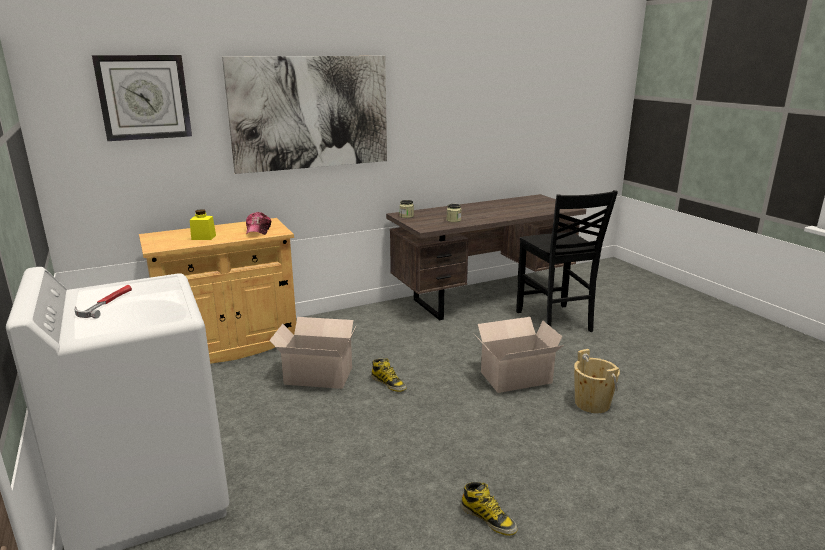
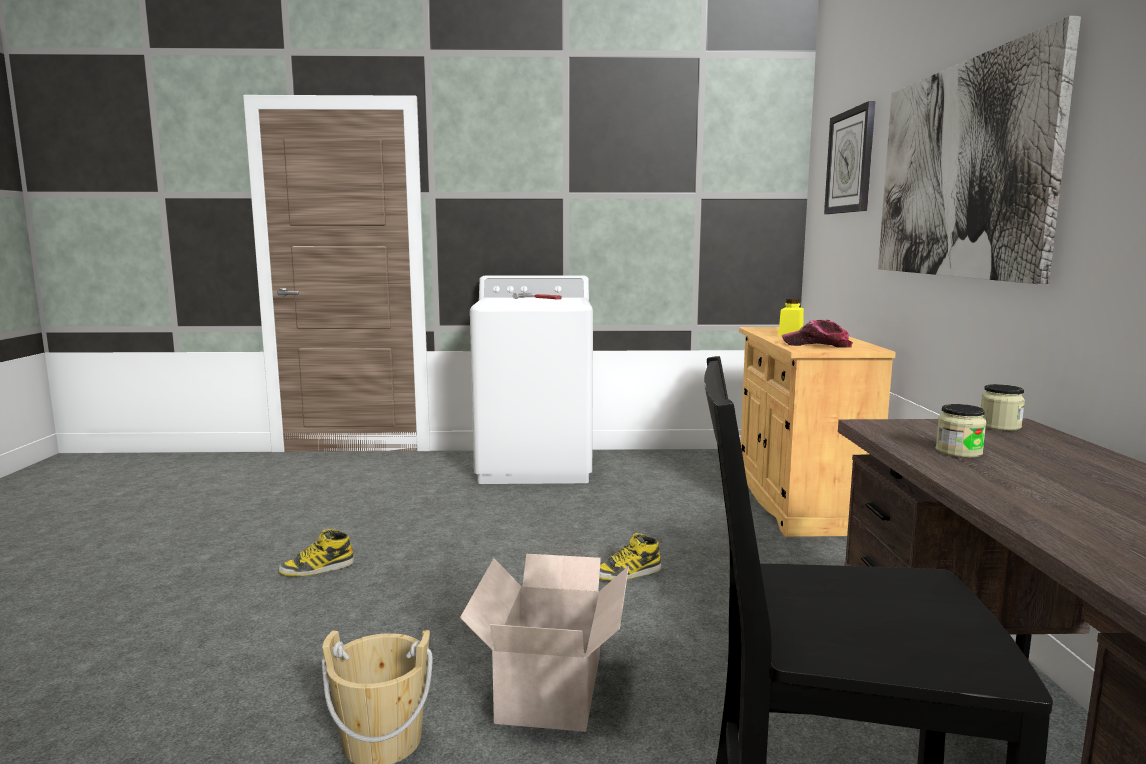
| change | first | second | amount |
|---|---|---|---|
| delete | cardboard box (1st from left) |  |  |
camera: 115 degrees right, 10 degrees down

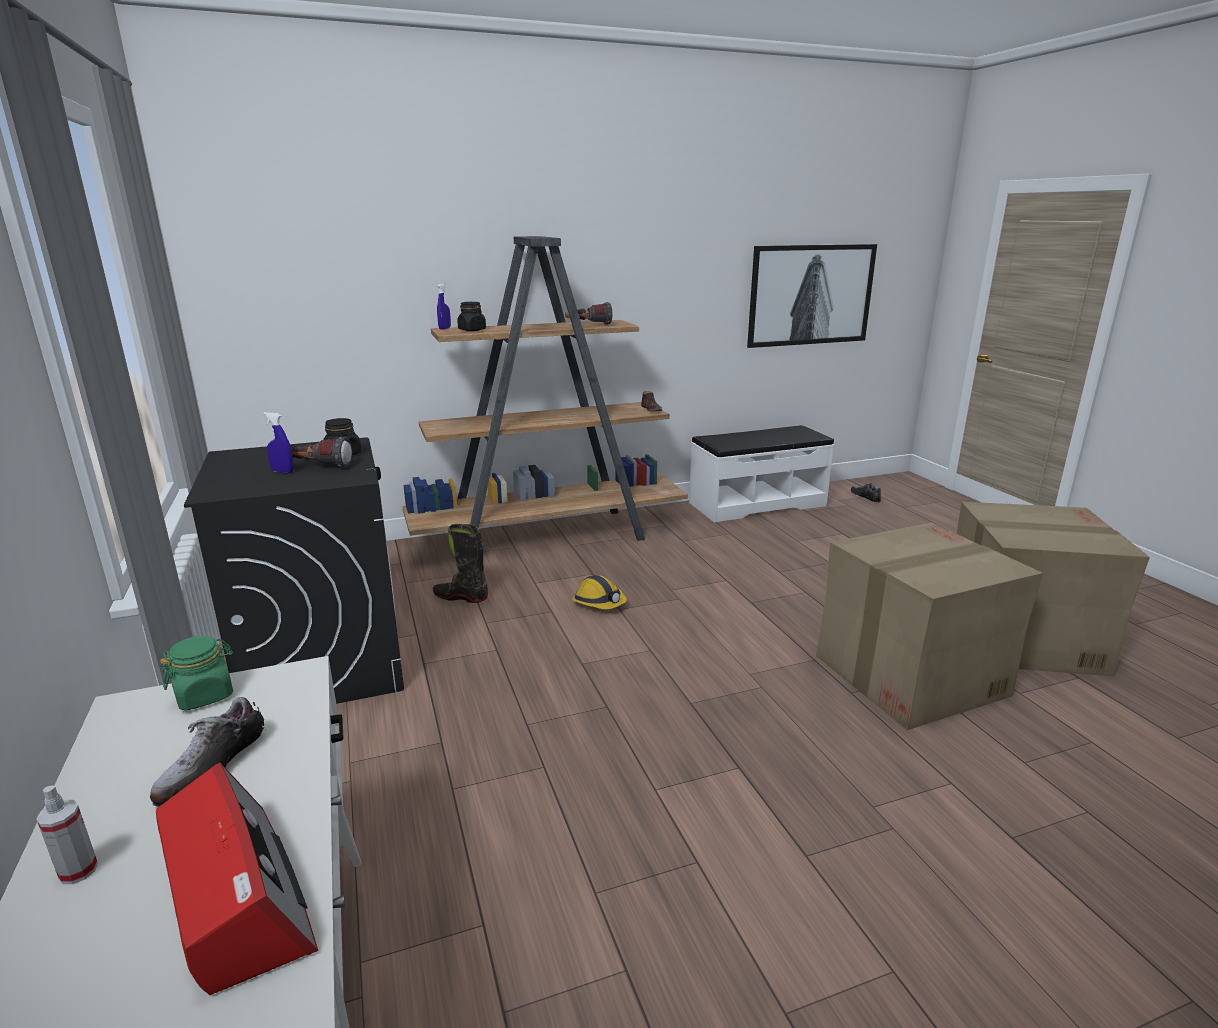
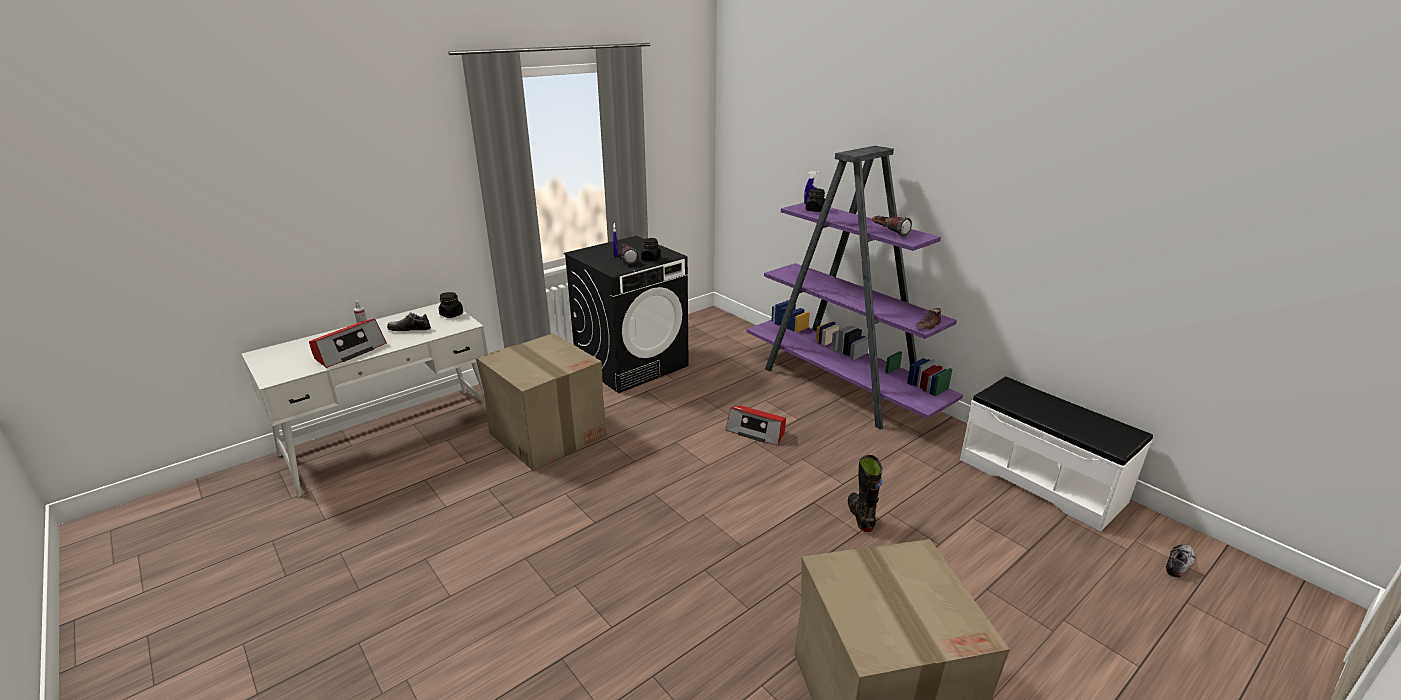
| change | first | second | amount |
|---|---|---|---|
| recolor | jar/green | jar/black (1st from left) |  |
| recolor | bookcase/brown | bookcase/purple |  |
| move | boot/black |  |  |
| replace | hard hat | radio (2nd from left) |  |
| delete | picture |  |  |
| move | cardboard box (1st from left) |  |  |
camera: 70 degrees right, 5 degrees up

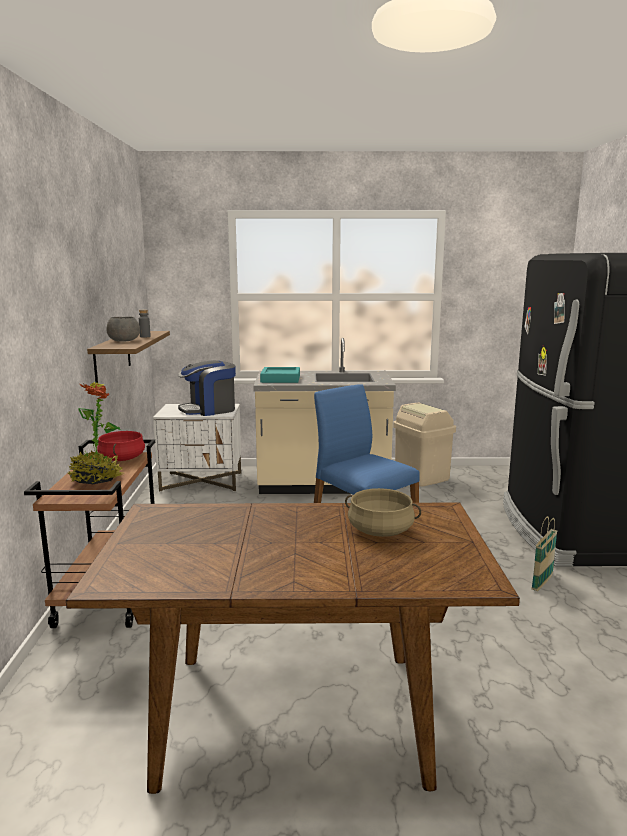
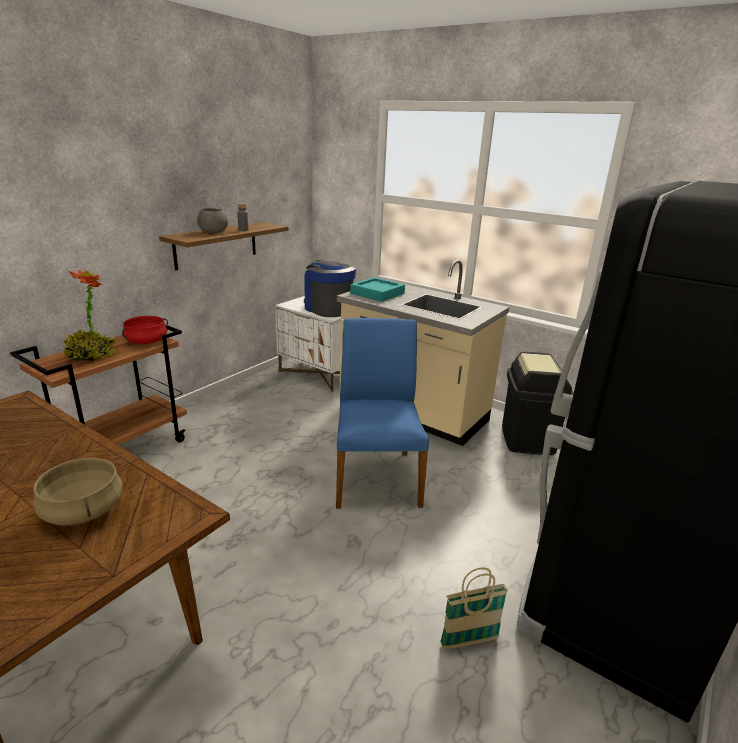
| change | first | second | amount |
|---|---|---|---|
| rotate | coffee machine |  | 45 degrees clockwise |
| recolor | trash can/beige | trash can/black |  |
camera: 35 degrees right, 10 degrees up

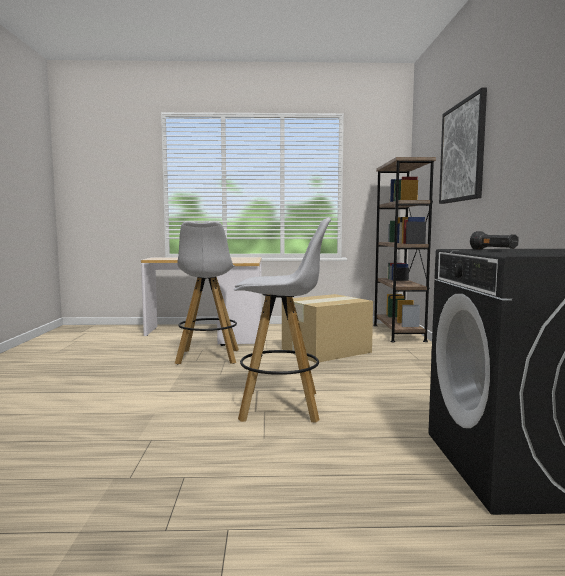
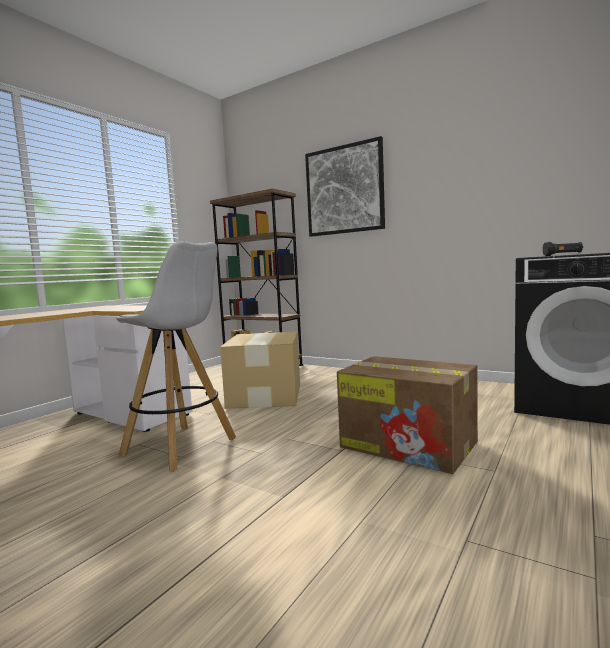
| change | first | second | amount |
|---|---|---|---|
| replace | stool/white (2nd from left) | cardboard box (2nd from left) |  |
camera: 55 degrees left, 0 degrees up

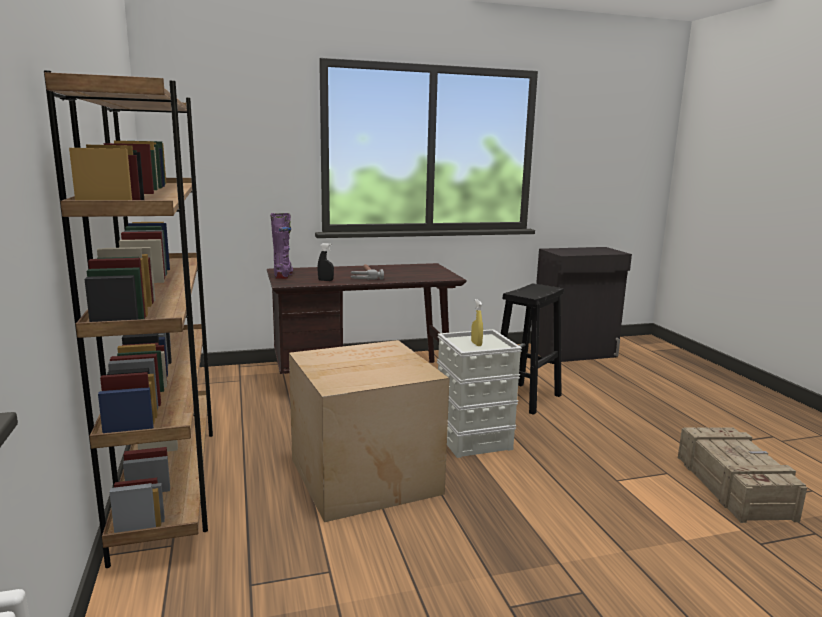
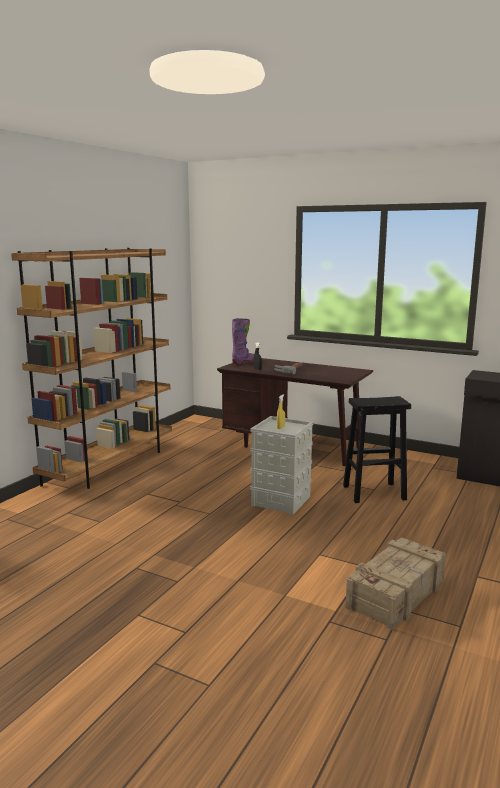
| change | first | second | amount |
|---|---|---|---|
| delete | cardboard box |  |  |
camera: 45 degrees right, 0 degrees up

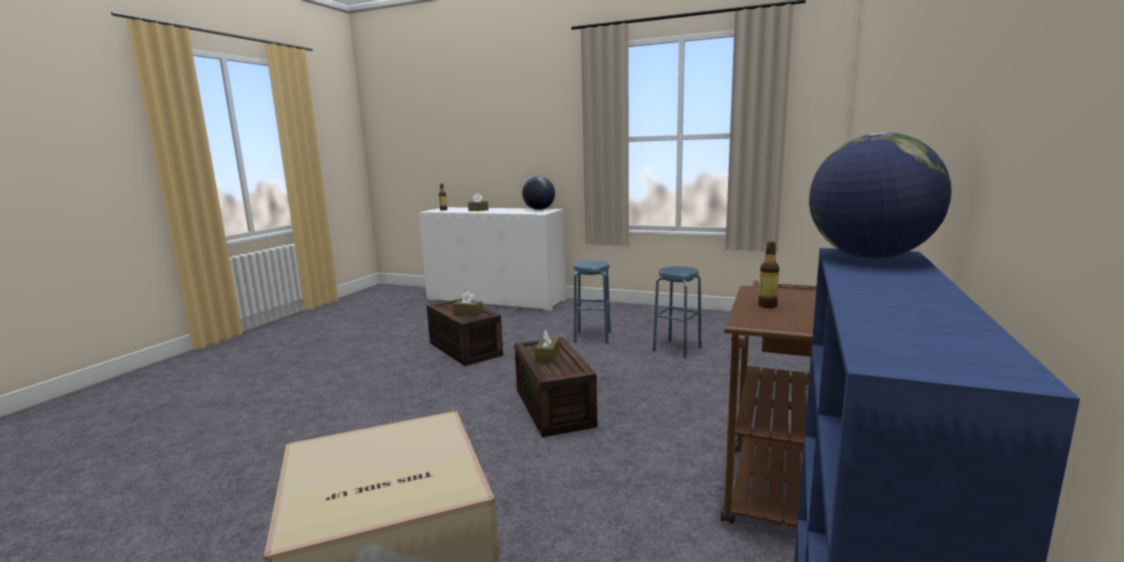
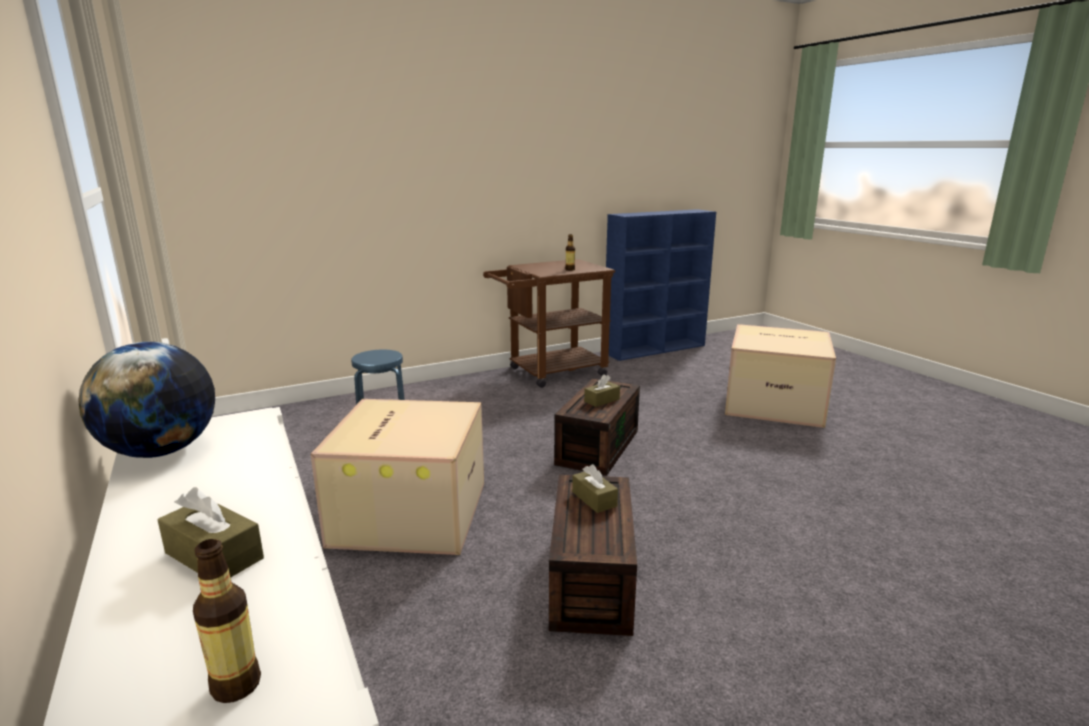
| change | first | second | amount |
|---|---|---|---|
| replace | stool/blue (1st from left) | cardboard box (1st from left) |  |
| delete | globe (2nd from left) |  |  |
camera: 140 degrees left, 5 degrees up

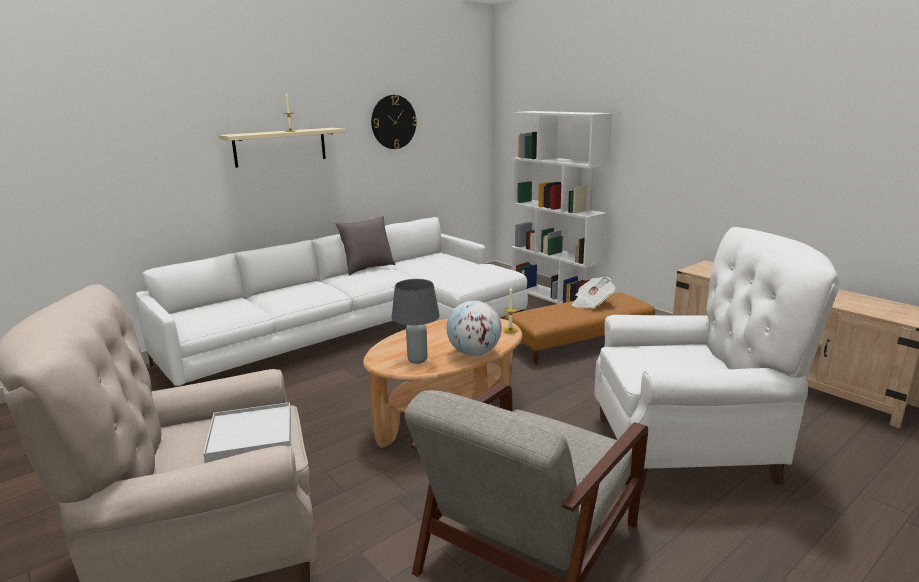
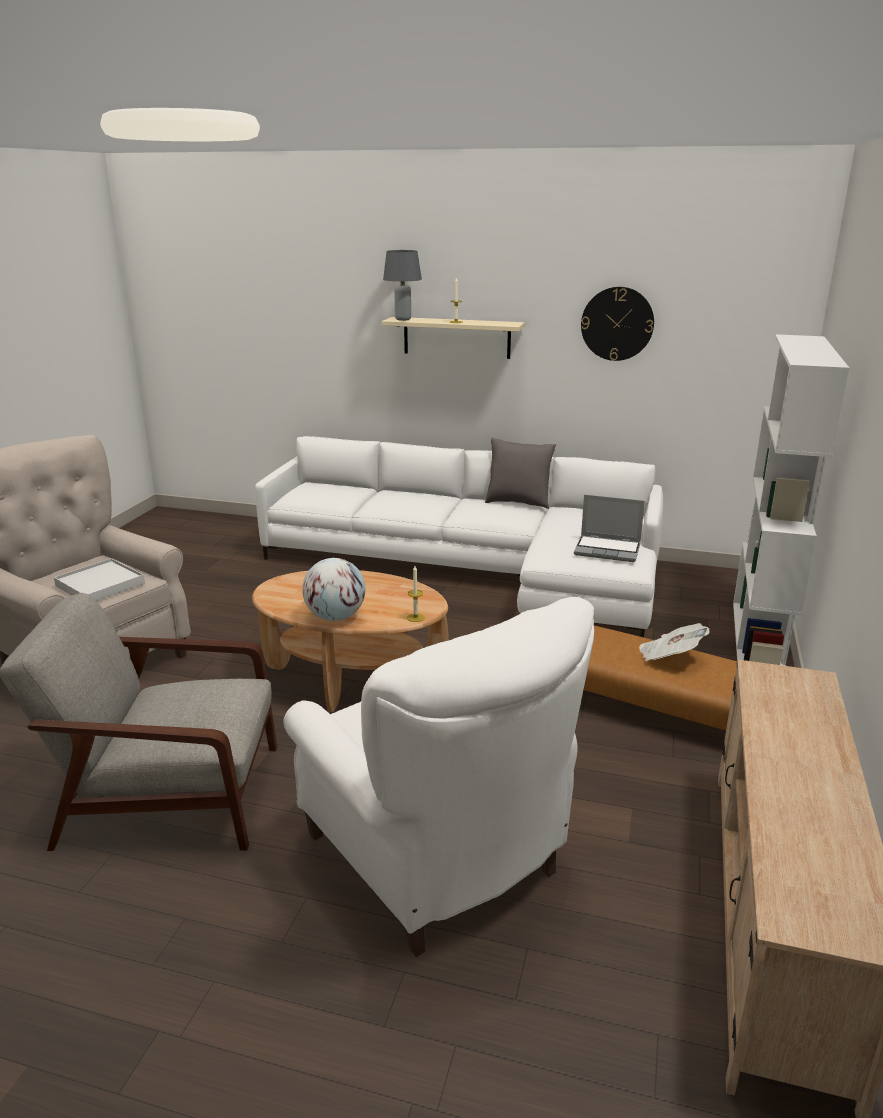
| change | first | second | amount |
|---|---|---|---|
| move | table lamp/grey |  |  |
| insert |  | laptop |  |
camera: 55 degrees right, 5 degrees up

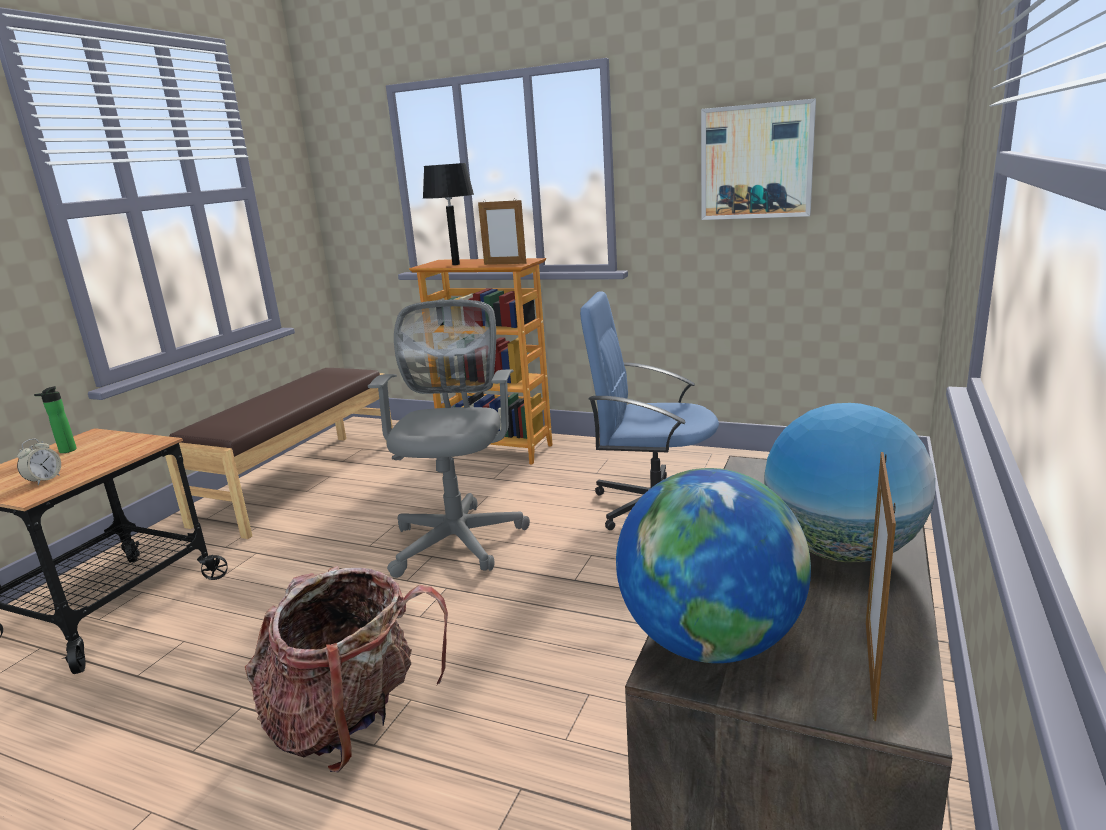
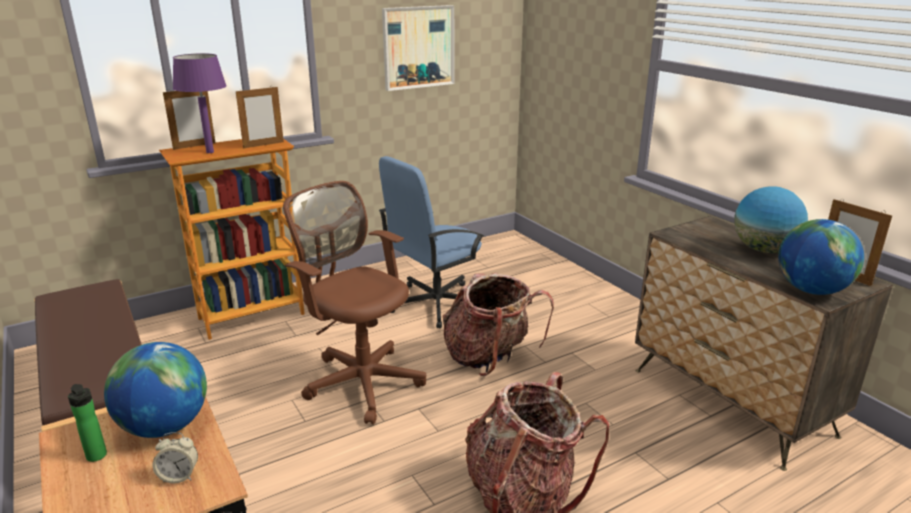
| change | first | second | amount |
|---|---|---|---|
| rotate | alarm clock |  | 120 degrees clockwise |
| recolor | office chair/grey | office chair/brown |  |
| recolor | table lamp/black | table lamp/purple |  |
| insert |  | globe (1st from left) |  |
| insert |  | picture frame (1st from left) |  |
| insert |  | backpack (1st from left) |  |
camera: 55 degrees left, 5 degrees up

